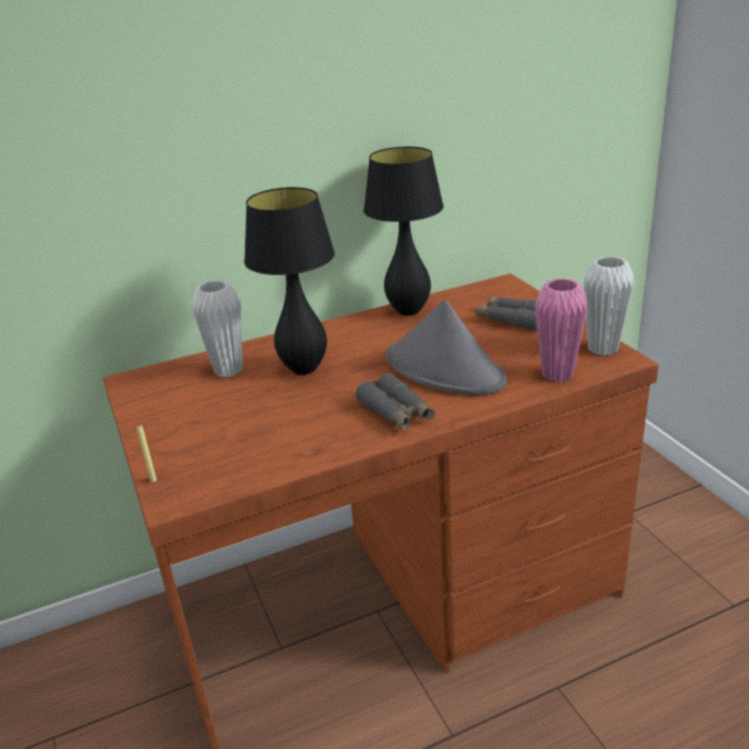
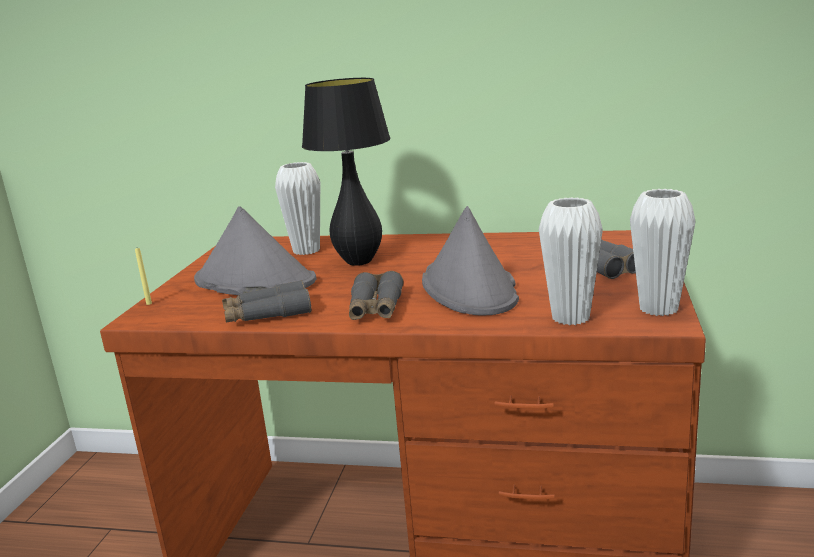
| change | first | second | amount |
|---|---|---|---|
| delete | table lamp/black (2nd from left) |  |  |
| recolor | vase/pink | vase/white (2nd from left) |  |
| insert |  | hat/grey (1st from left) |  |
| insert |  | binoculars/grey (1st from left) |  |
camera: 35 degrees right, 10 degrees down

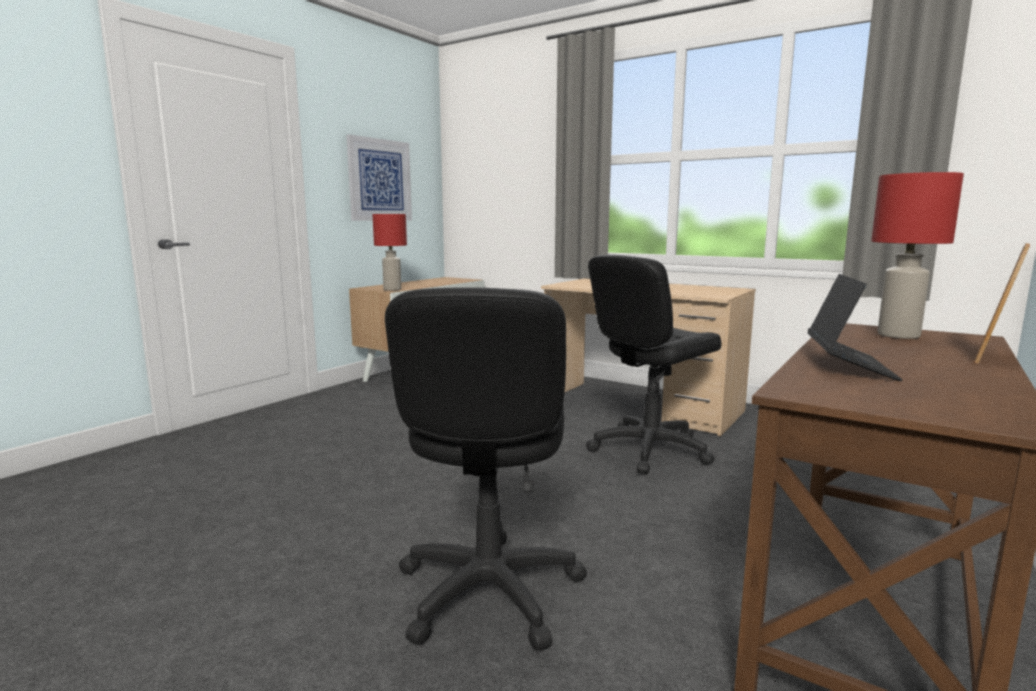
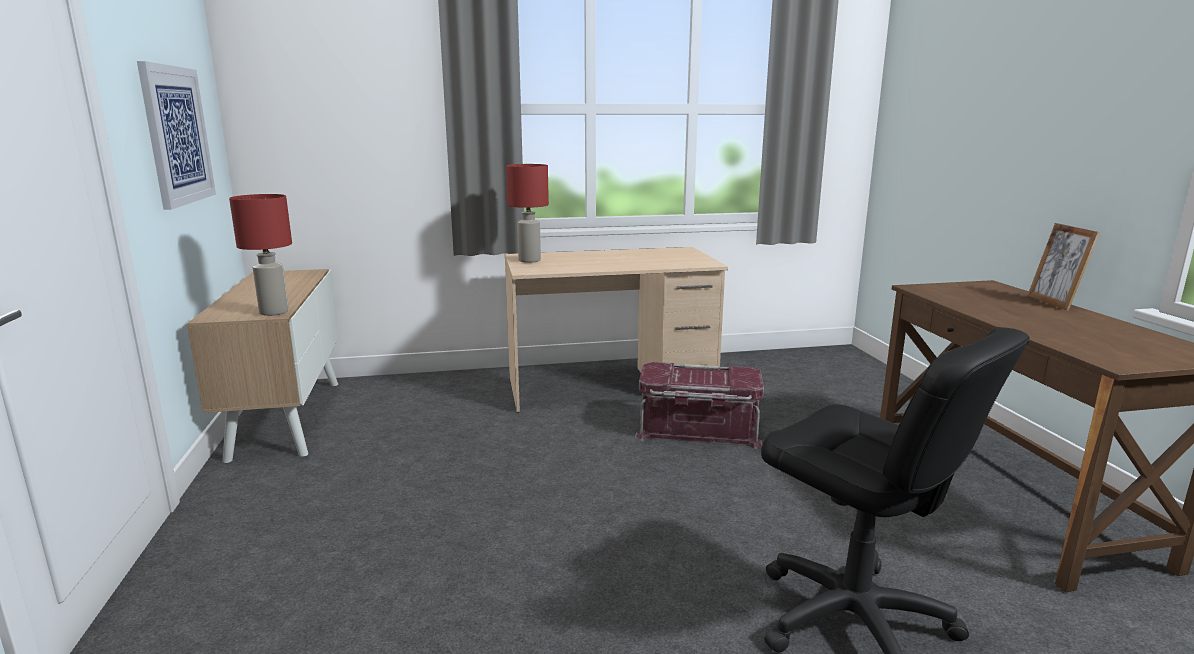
| change | first | second | amount |
|---|---|---|---|
| replace | office chair/black (2nd from left) | storage box/red |  |
| delete | laptop |  |  |
| move | table lamp/red (2nd from left) |  |  |
camera: 45 degrees left, 5 degrees up

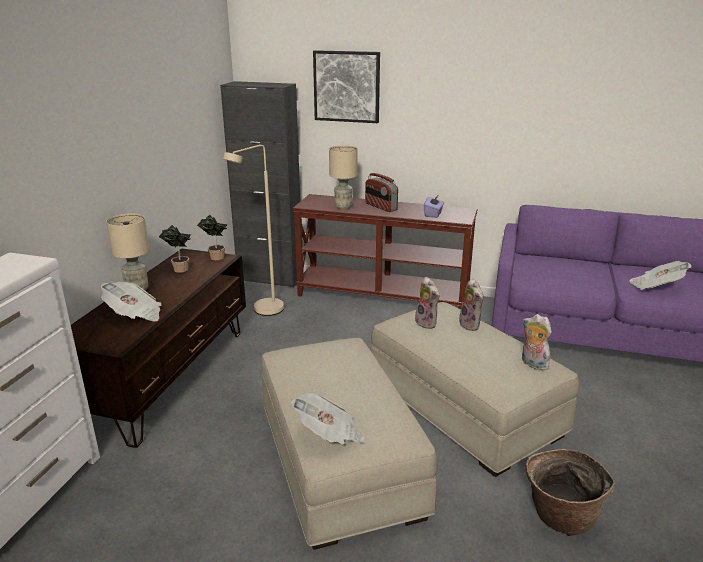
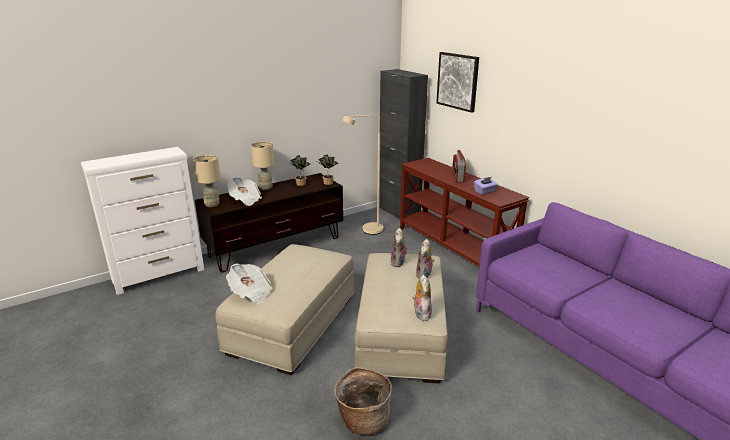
| change | first | second | amount |
|---|---|---|---|
| move | table lamp/beige (2nd from left in the first image) | table lamp/beige (1st from left) |  |
| delete | newspaper (3rd from left) |  |  |
camera: 40 degrees right, 0 degrees up

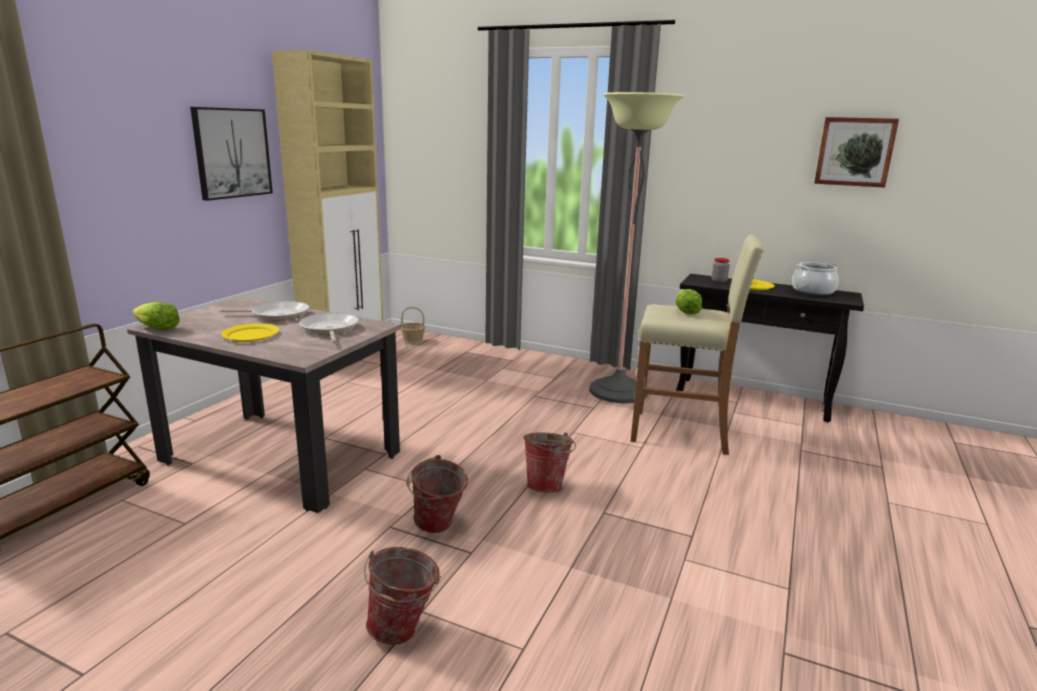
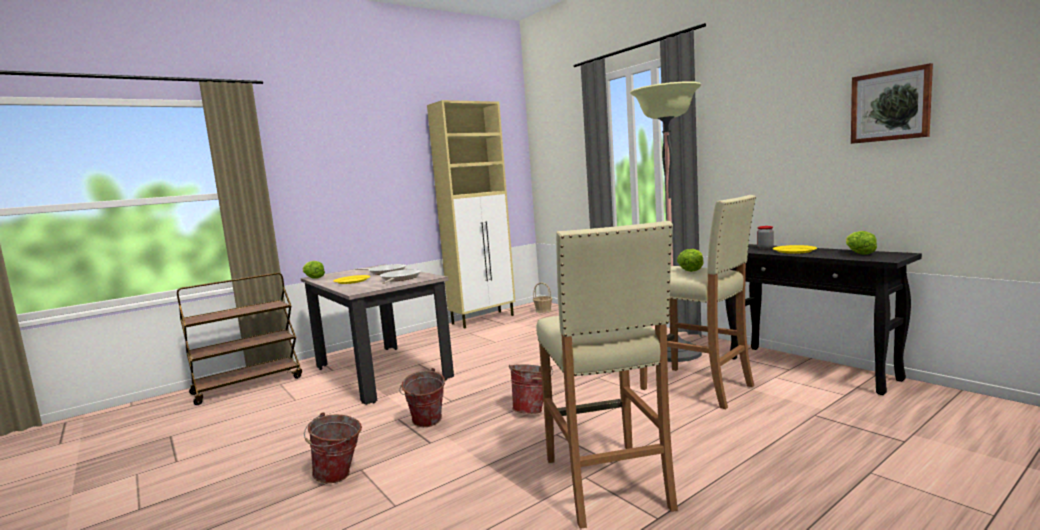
| change | first | second | amount |
|---|---|---|---|
| delete | picture (1st from left) |  |  |
| replace | cooking pot | lettuce (3rd from left) |  |
| insert |  | stool/beige (1st from left) |  |
camera: 30 degrees right, 10 degrees down

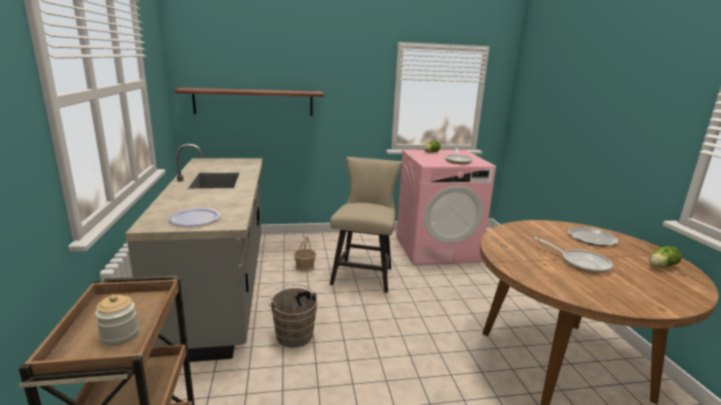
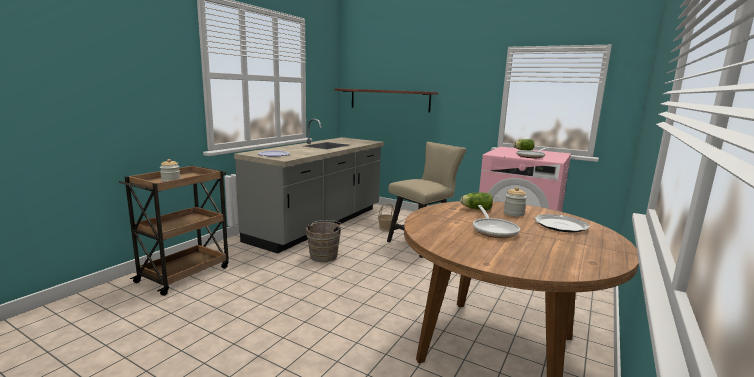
| change | first | second | amount |
|---|---|---|---|
| move | lettuce (2nd from left in the first image) | lettuce (1st from left) |  |
| insert |  | jar (2nd from left) |  |
camera: 40 degrees right, 5 degrees down

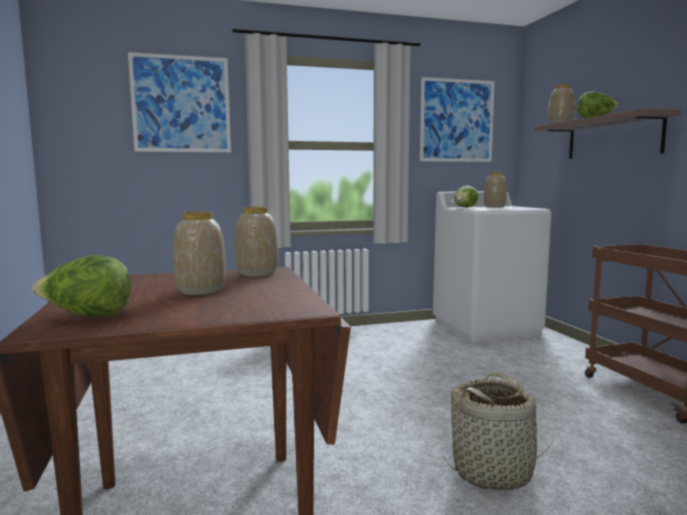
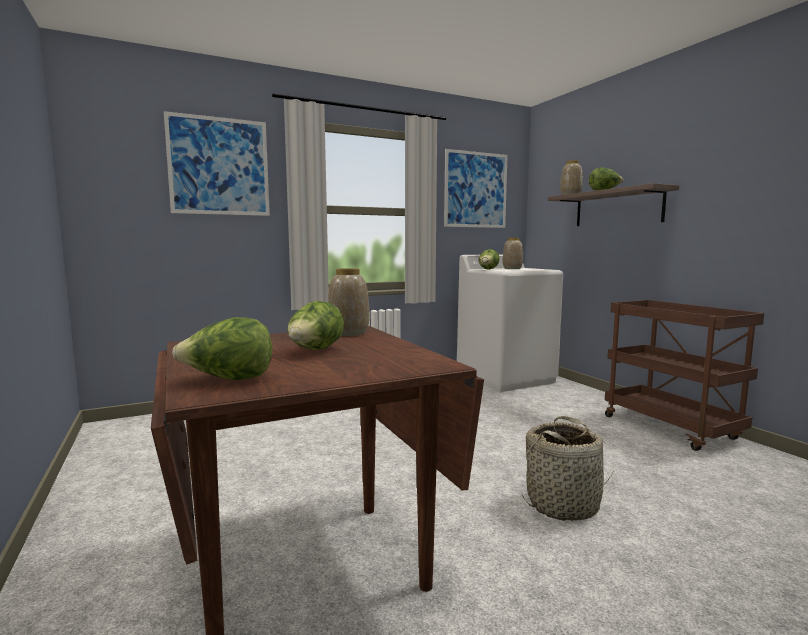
| change | first | second | amount |
|---|---|---|---|
| replace | vase (1st from left) | lettuce (2nd from left) |  |
camera: 10 degrees left, 0 degrees up

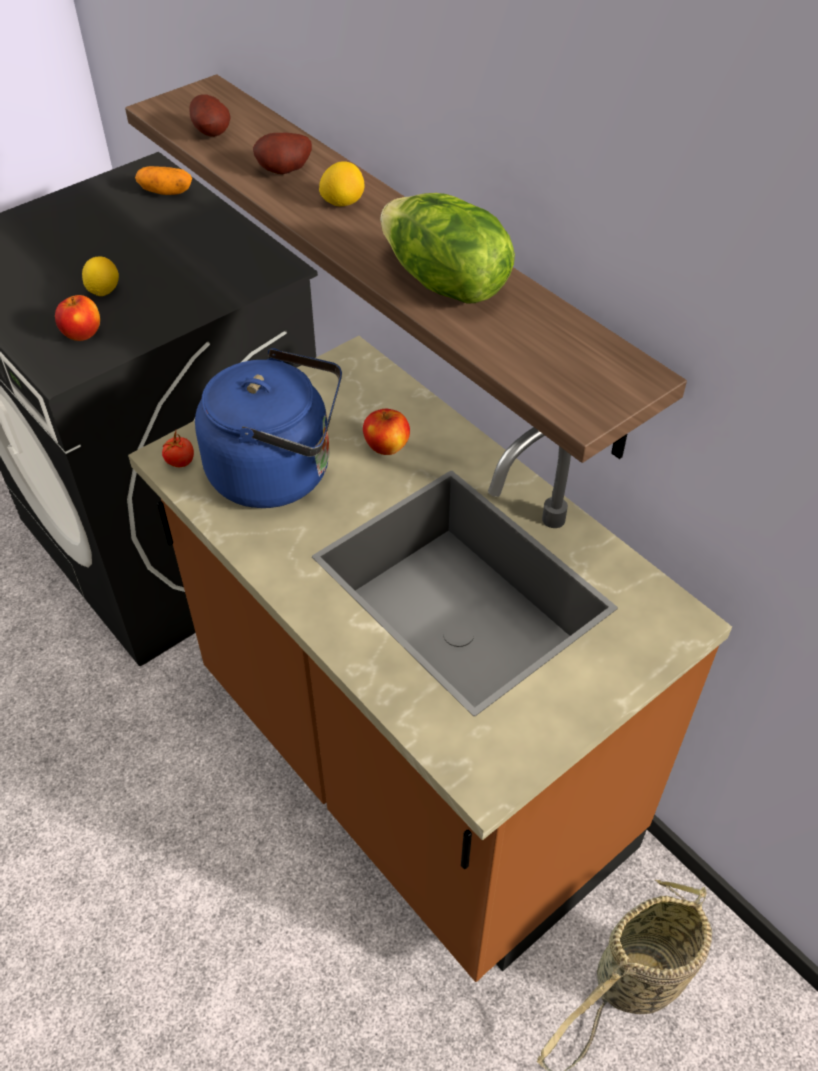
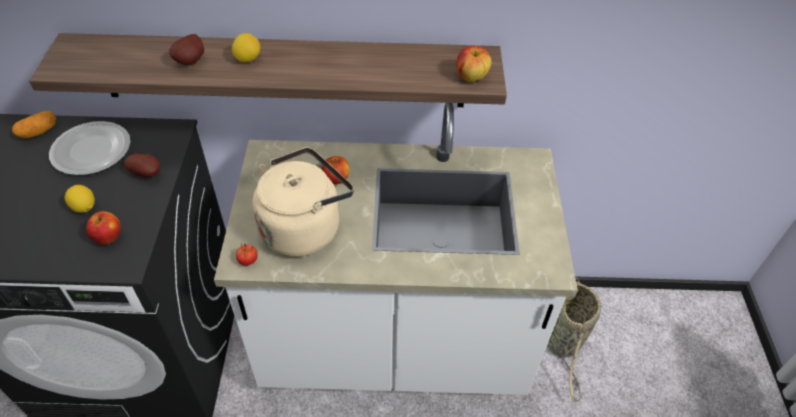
| change | first | second | amount |
|---|---|---|---|
| recolor | counter/brown | counter/white |  |
| move | potato (2nd from left) |  |  |
| recolor | kettle/blue | kettle/beige |  |
| delete | lettuce |  |  |
| insert |  | plate |  |
| insert |  | apple (3rd from left) |  |
camera: 50 degrees left, 0 degrees up

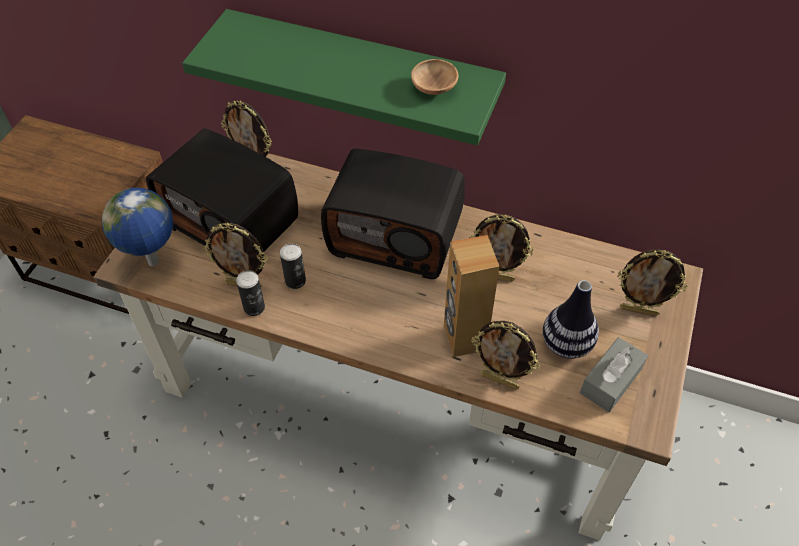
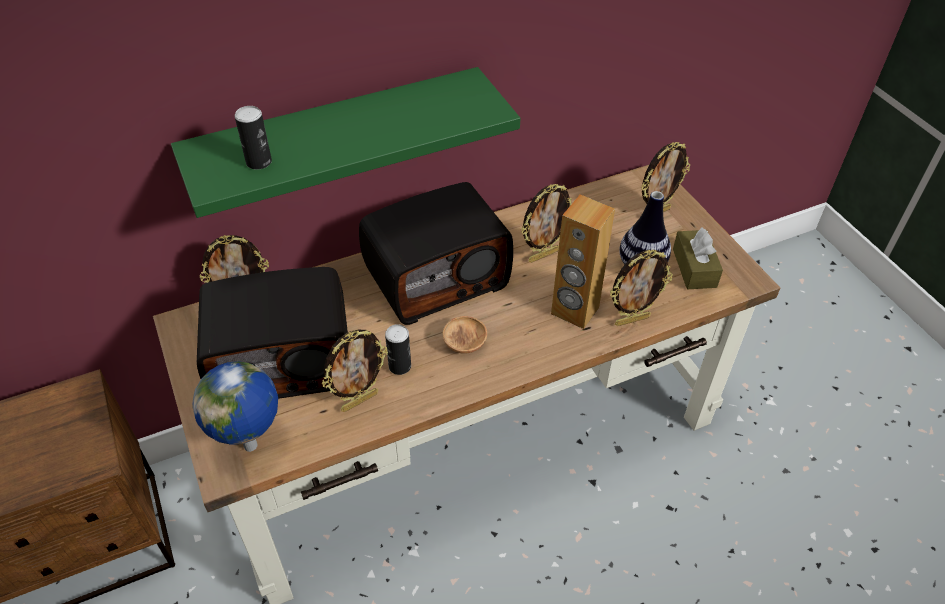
| change | first | second | amount |
|---|---|---|---|
| move | can (1st from left) |  |  |
| move | bowl/brown |  |  |
| recolor | tissue box/grey | tissue box/brown |  |
camera: 45 degrees left, 5 degrees down

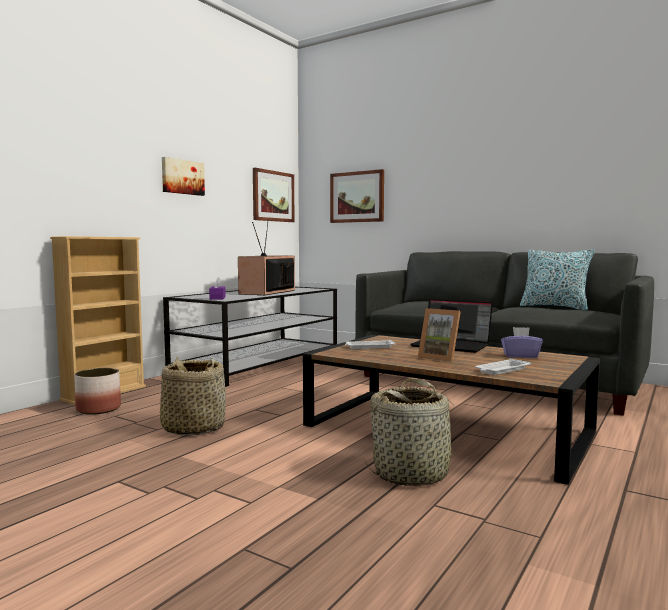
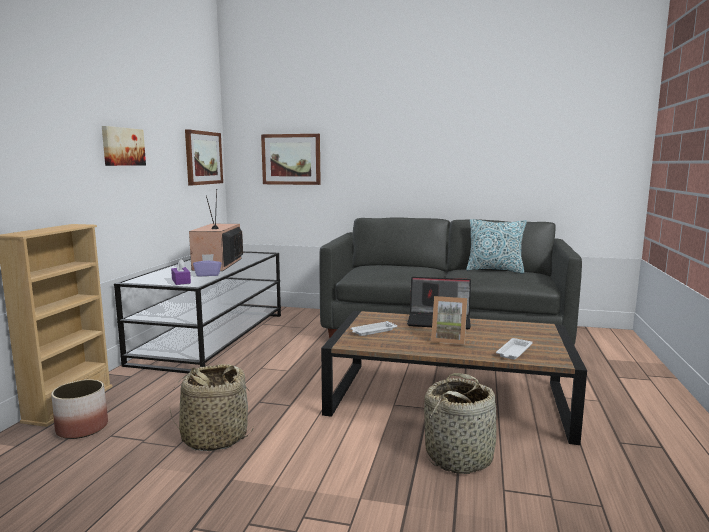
| change | first | second | amount |
|---|---|---|---|
| move | tissue box/purple (2nd from left) |  |  |
camera: 20 degrees left, 5 degrees up

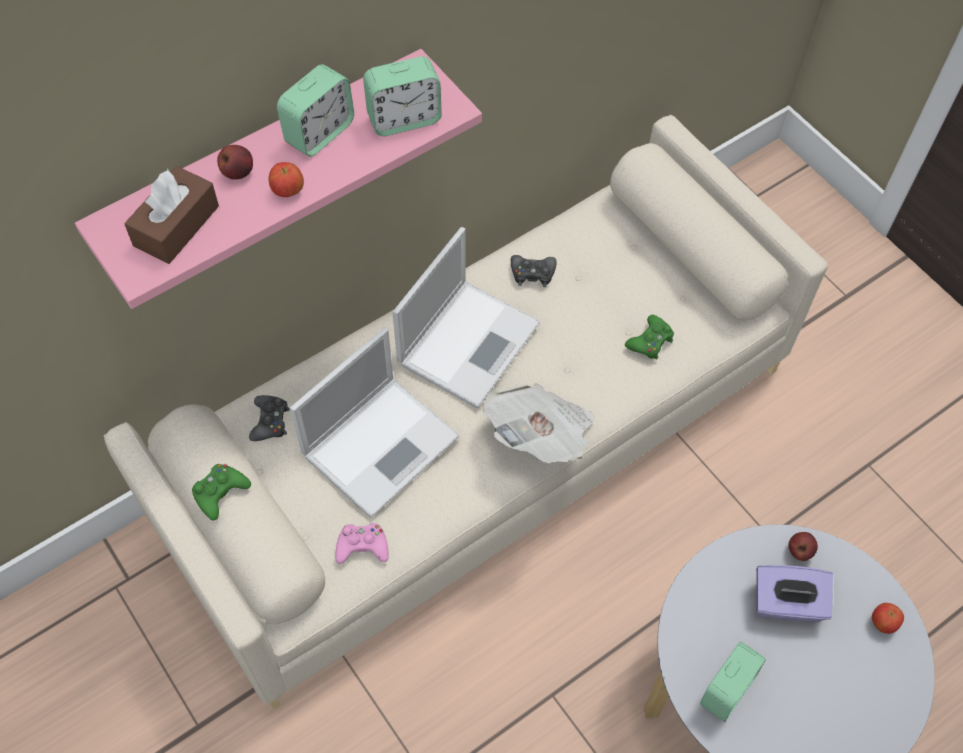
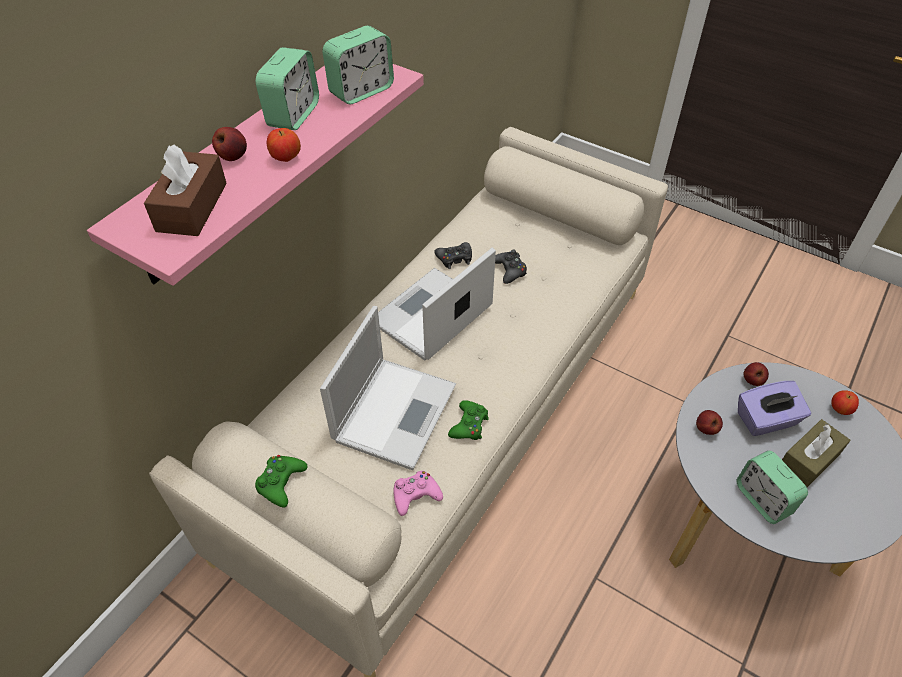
| change | first | second | amount |
|---|---|---|---|
| move | game controller/black (1st from left in the first image) | game controller/black (2nd from left) |  |
| rotate | laptop (2nd from left) |  | 150 degrees counterclockwise |
| delete | newspaper |  |  |
| move | game controller/green (2nd from left) |  |  |
| rotate | alarm clock (3rd from left) |  | 135 degrees clockwise |
| insert |  | apple (3rd from left) |  |
| insert |  | tissue box/brown (2nd from left) |  |
camera: 20 degrees left, 10 degrees down

